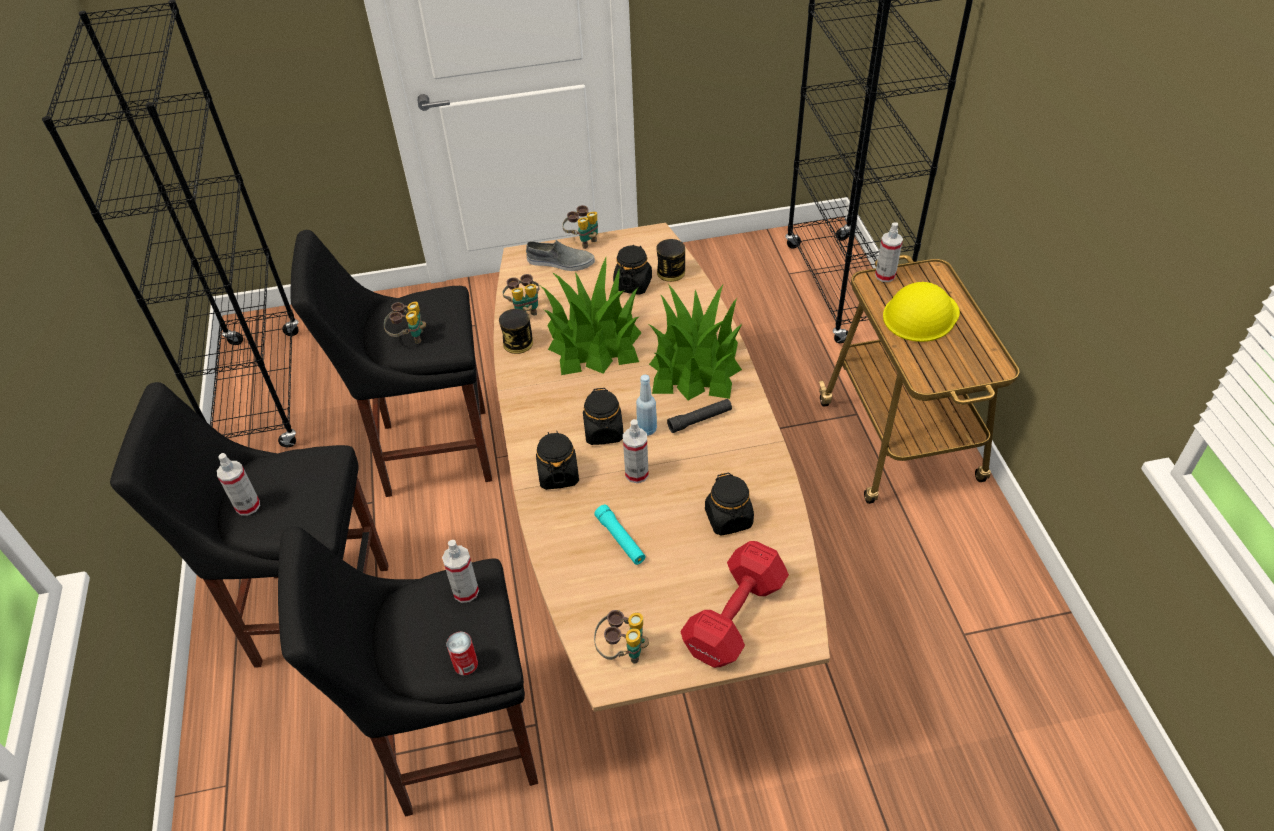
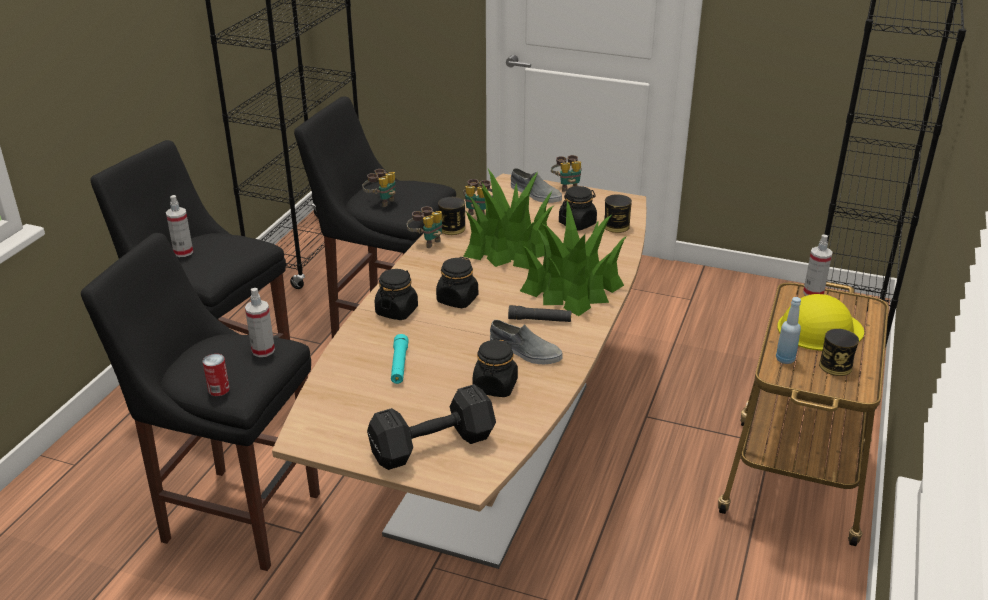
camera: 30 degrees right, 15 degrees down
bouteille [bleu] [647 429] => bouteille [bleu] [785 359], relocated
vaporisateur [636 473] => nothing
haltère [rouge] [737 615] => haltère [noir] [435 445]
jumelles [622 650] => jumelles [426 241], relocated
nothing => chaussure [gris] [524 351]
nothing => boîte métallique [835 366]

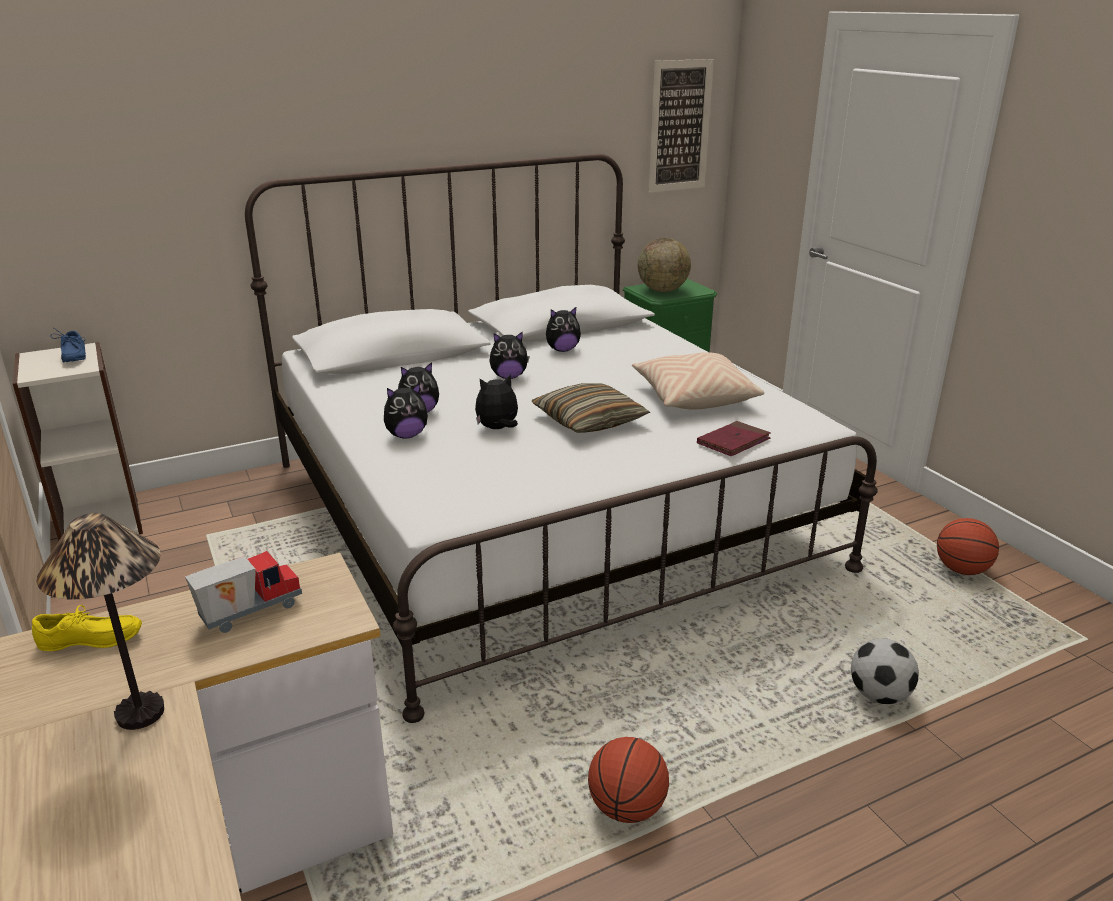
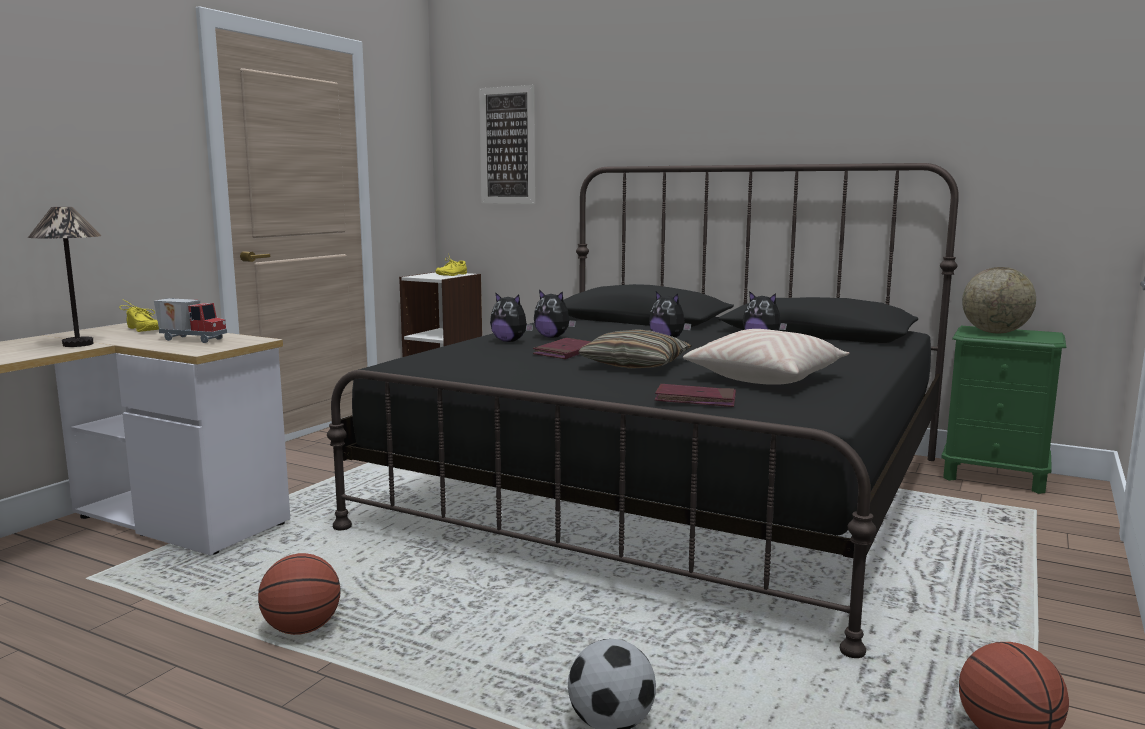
camera: 55 degrees right, 15 degrees down
tableau [679 126] => tableau [507 145], relocated
lit [blanc] [541 512] => lit [noir] [669 490]
chaussure [bleu] [72 357] => chaussure [jaune] [450 275]
peluche [498 429] => livre [rouge] [566 352]

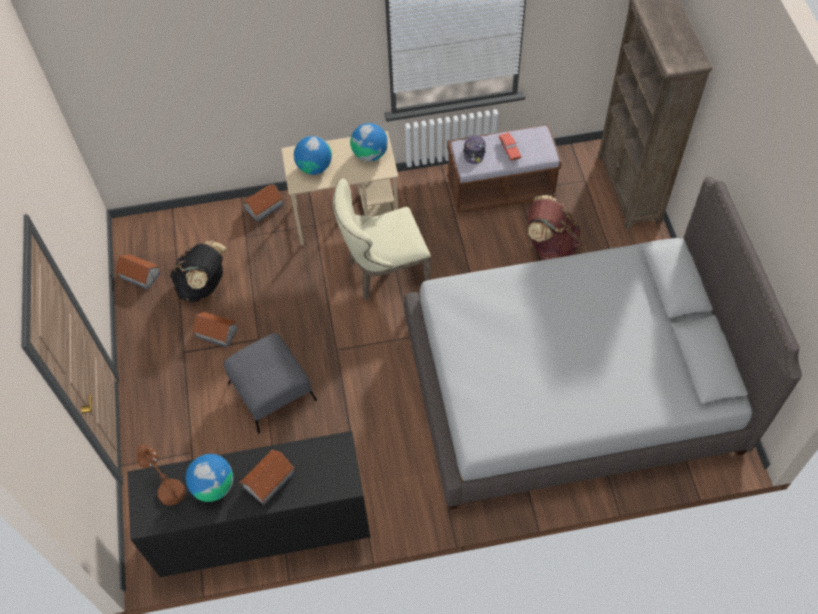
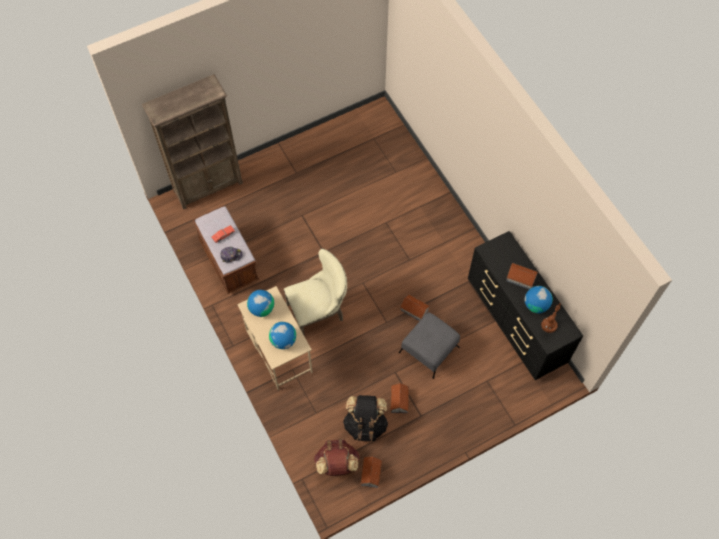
camera: 110 degrees left, 5 degrees up
lit [gris] [571 387] => nothing
chaise [beige] [383 273] => chaise [beige] [319 312], 75 degrees counterclockwise
maison miniature [263 207] => maison miniature [414 310], relocated
sac à dos [marron] [550 245] => sac à dos [marron] [337 464], relocated

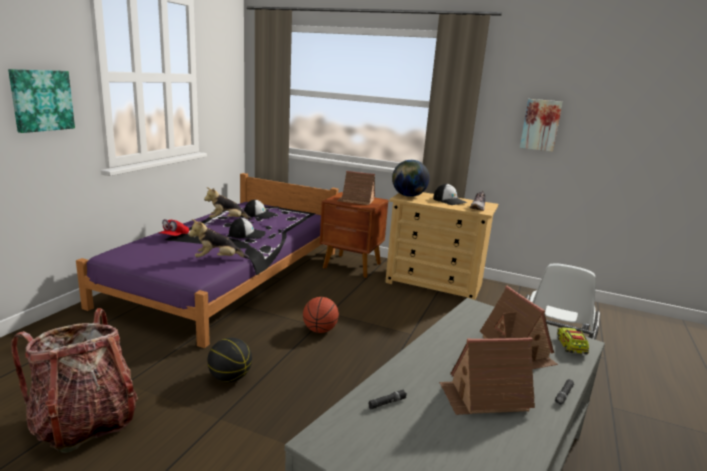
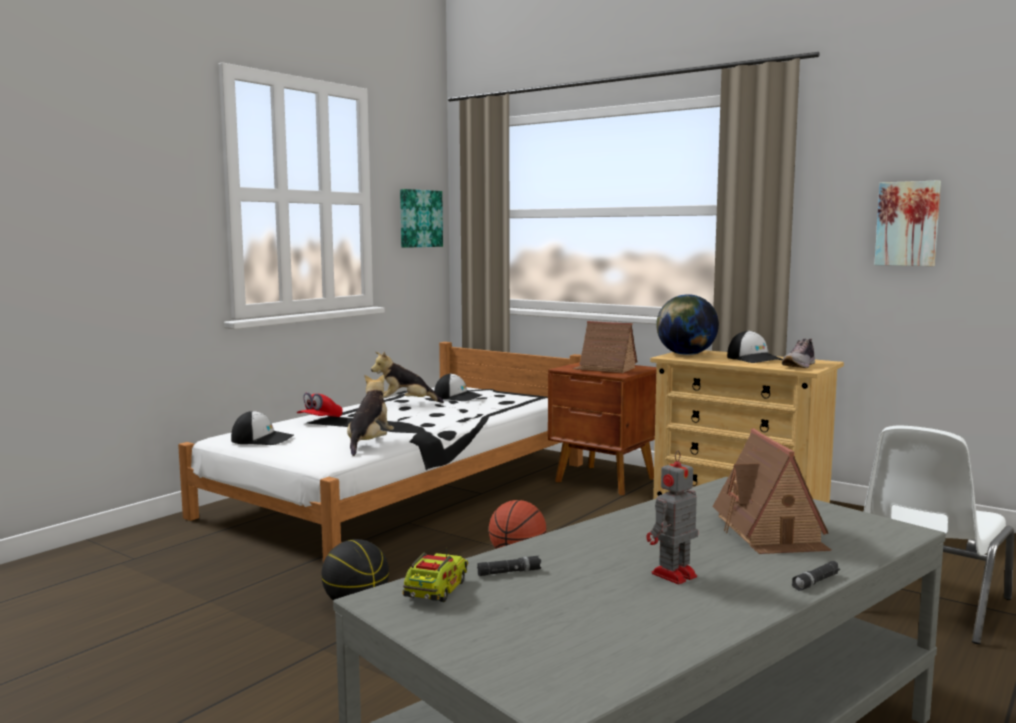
camera: 15 degrees right, 10 degrees down
tableau [41 100] => tableau [419 218], relocated
lit [violet] [229 277] => lit [blanc] [403 489]
casquette [247 234] => casquette [263 439], relocated
peluche [217 259] => peluche [369 444], 105 degrees clockwise
sac à dos [85 422] => nothing
camion jouet [571 346] => camion jouet [436 590], relocated
maison miniature [484 396] => robot jouet [672 575]

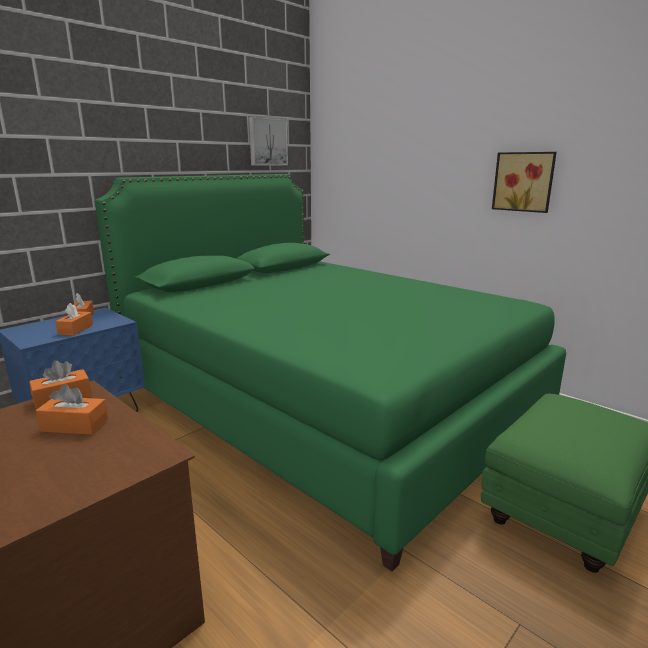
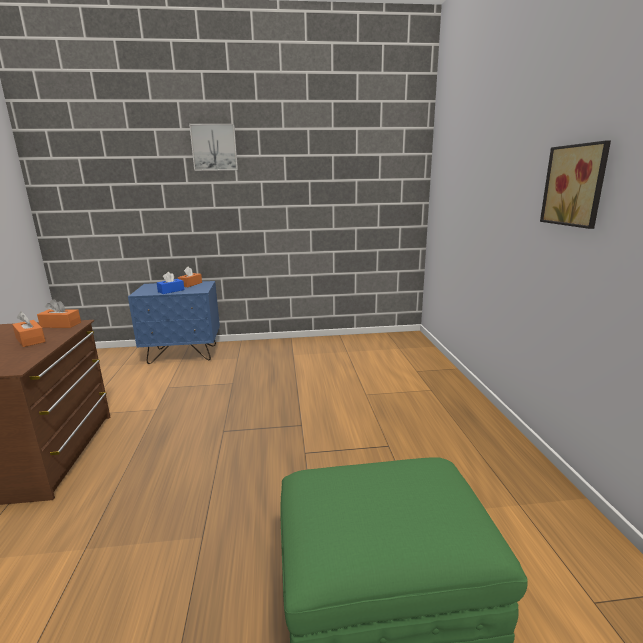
camera: 40 degrees right, 0 degrees up
tableau [267 142] => tableau [214 147], relocated
lit [vert] [325 403] => nothing
boîte à mouchoirs [orange] [75 329] => boîte à mouchoirs [bleu] [171 291]

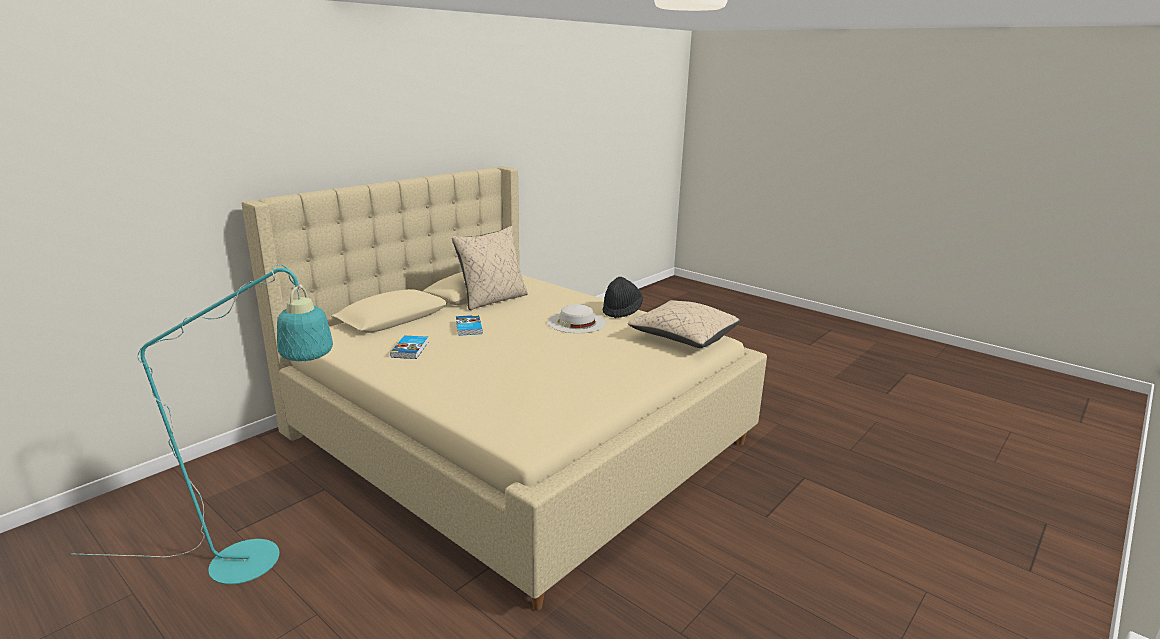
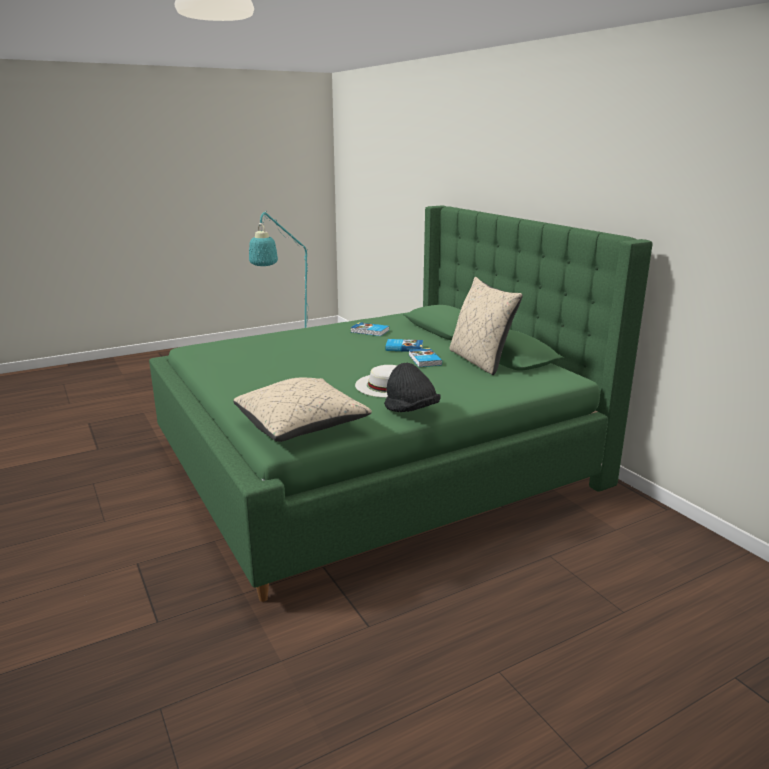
camera: 110 degrees right, 0 degrees up
lit [beige] [516 436] => lit [vert] [376 463]
nothing => livre [424 360]

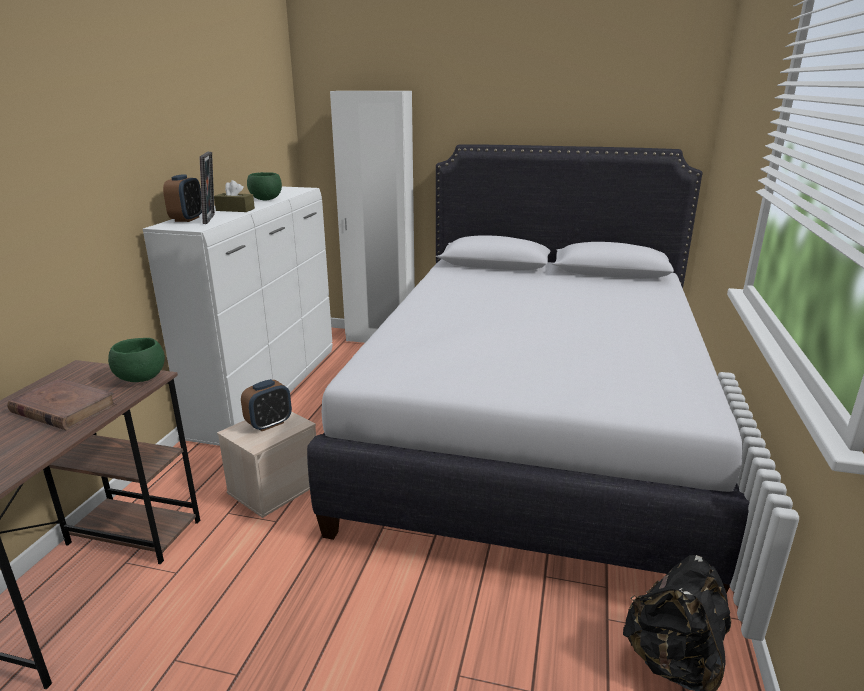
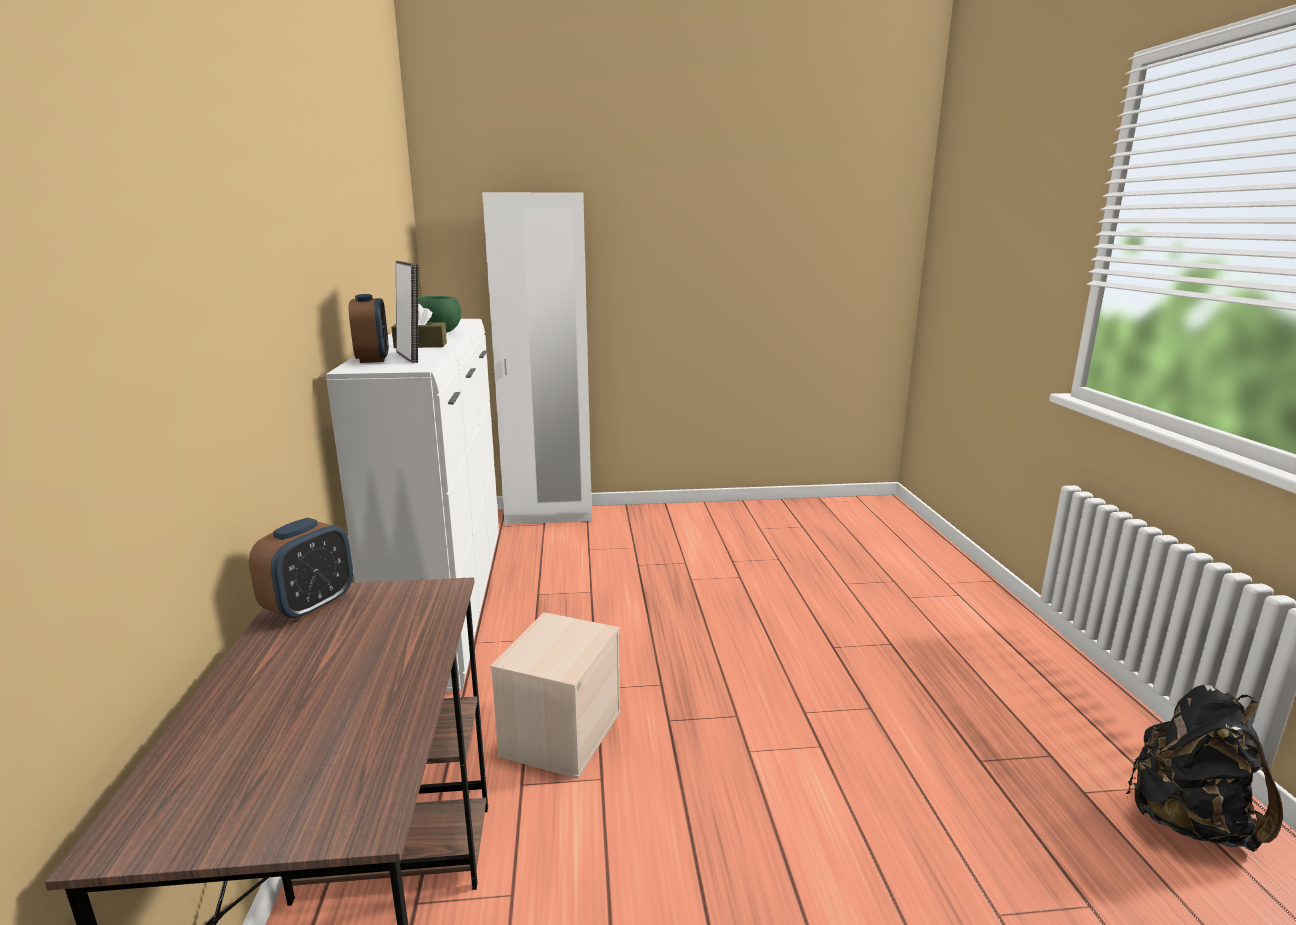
camera: 20 degrees left, 5 degrees down
lit [blanc] [532 428] => nothing
bol [vert] [141 378] => nothing
livre [marron] [63 408] => nothing
réveil [269 424] => réveil [310 606], relocated

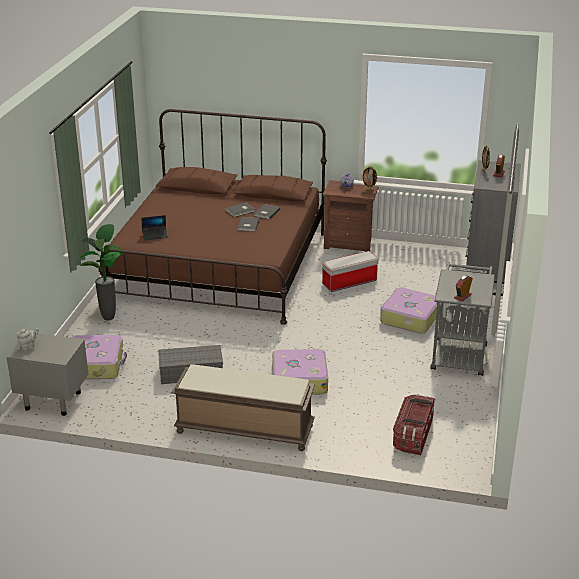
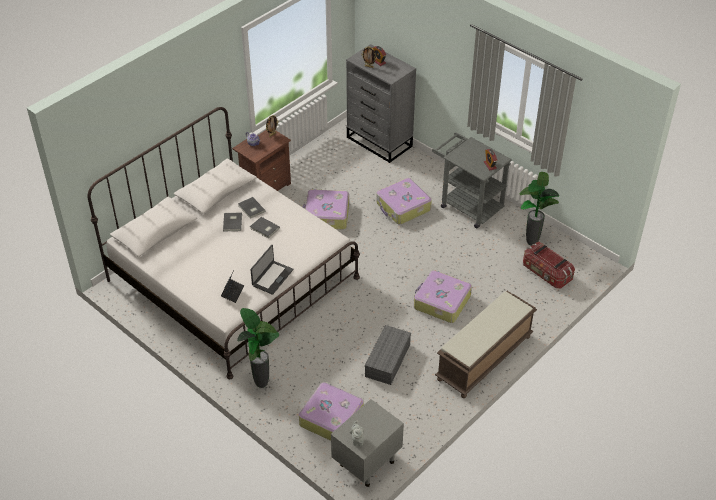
camera: 60 degrees left, 15 degrees up
lit [marron] [220 266] => lit [blanc] [232 279]
boîte de rangement [349 283] => valise [326 215]
nothing => plante en pot [530 243]
nothing => ordinateur portable [272 277]

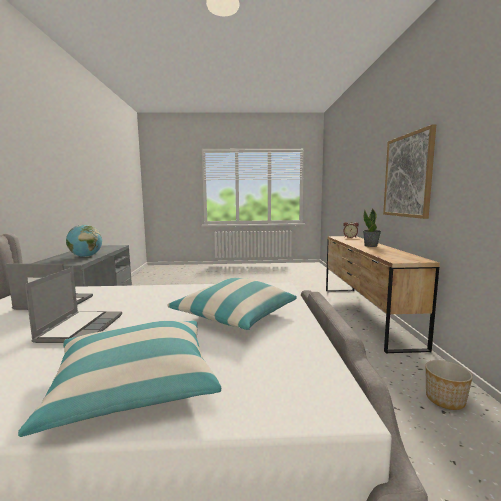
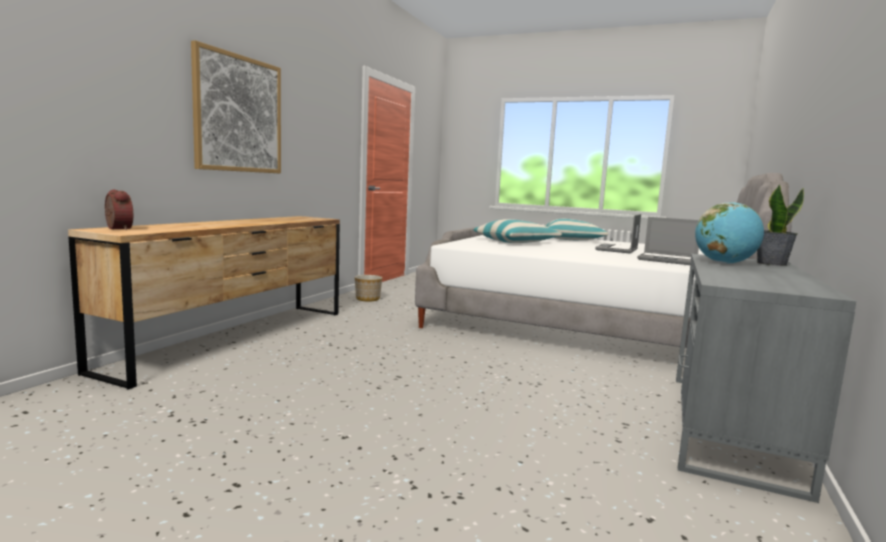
camera: 155 degrees left, 0 degrees up
plante en pot [371 246] => plante en pot [771 263], relocated

